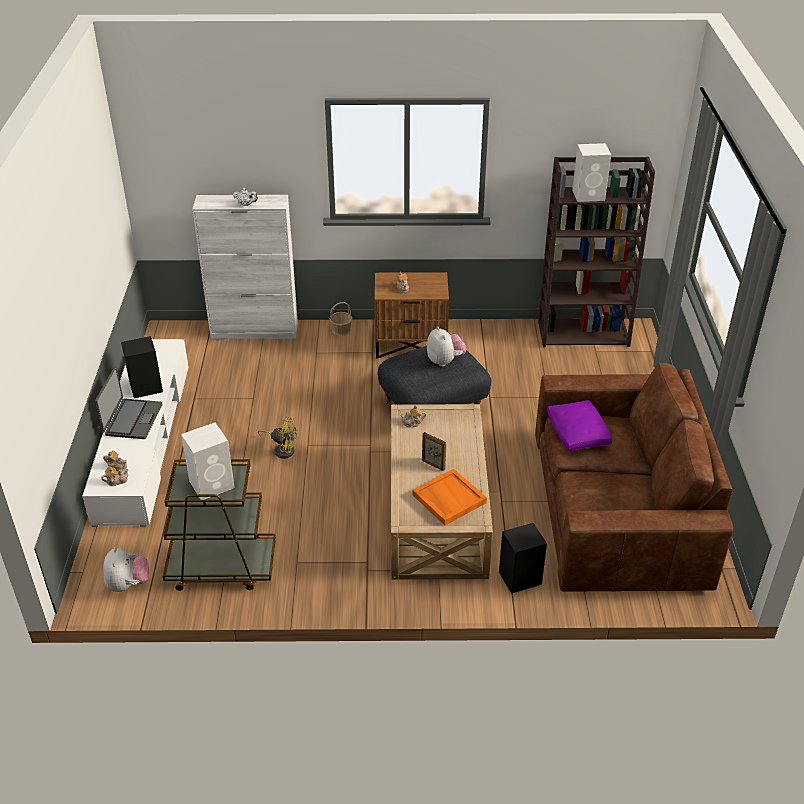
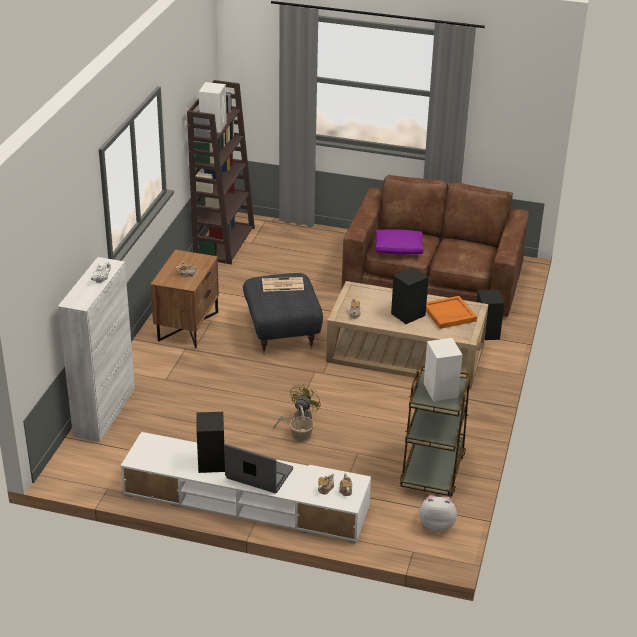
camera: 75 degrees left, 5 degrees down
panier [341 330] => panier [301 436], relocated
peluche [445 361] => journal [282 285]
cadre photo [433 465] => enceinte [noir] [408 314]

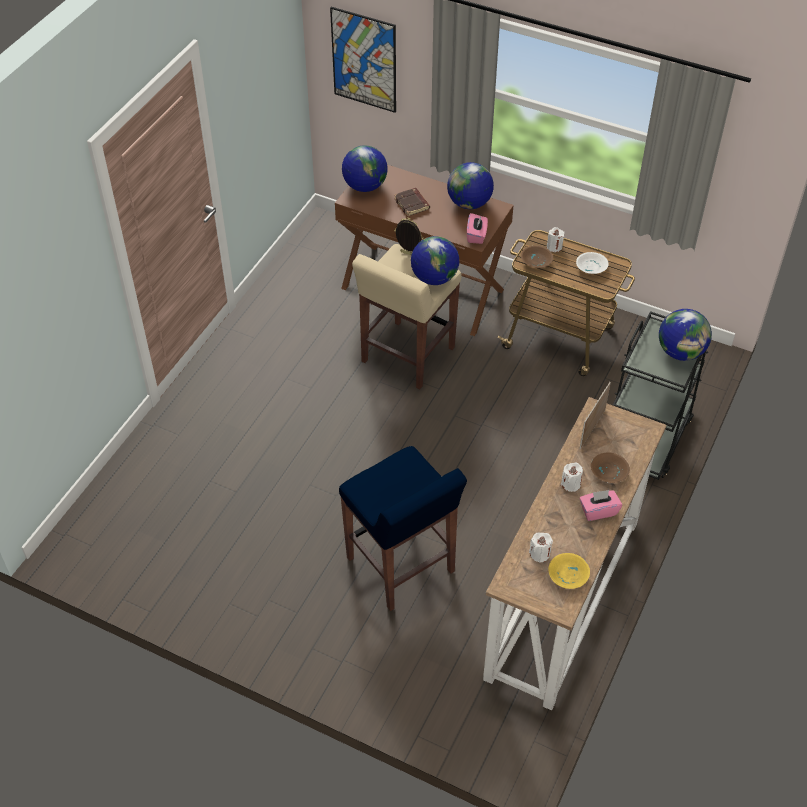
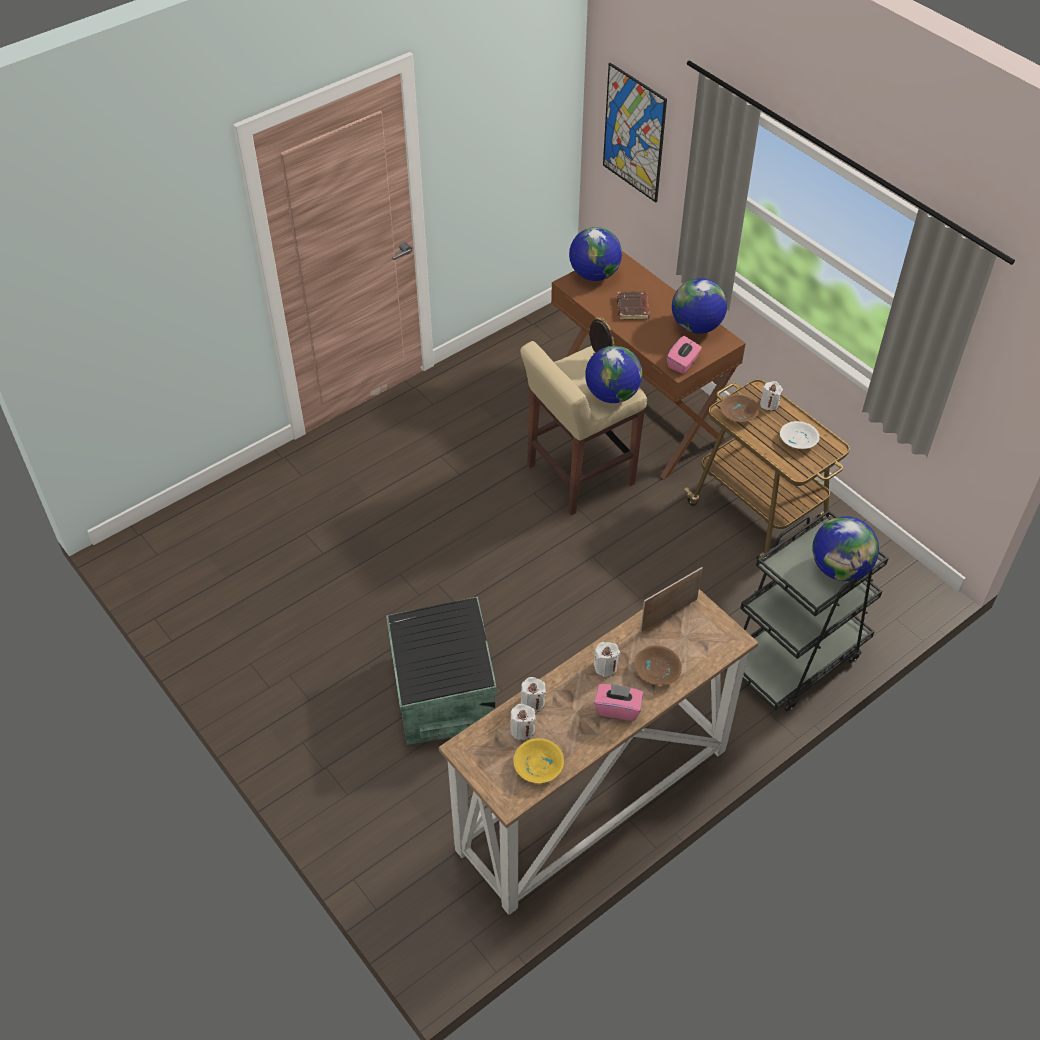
camera: 25 degrees right, 0 degrees up
tabouret [bleu] [401 566] => boîte de rangement [noir] [441 694]
nothing => bougie [blanc] [532 702]

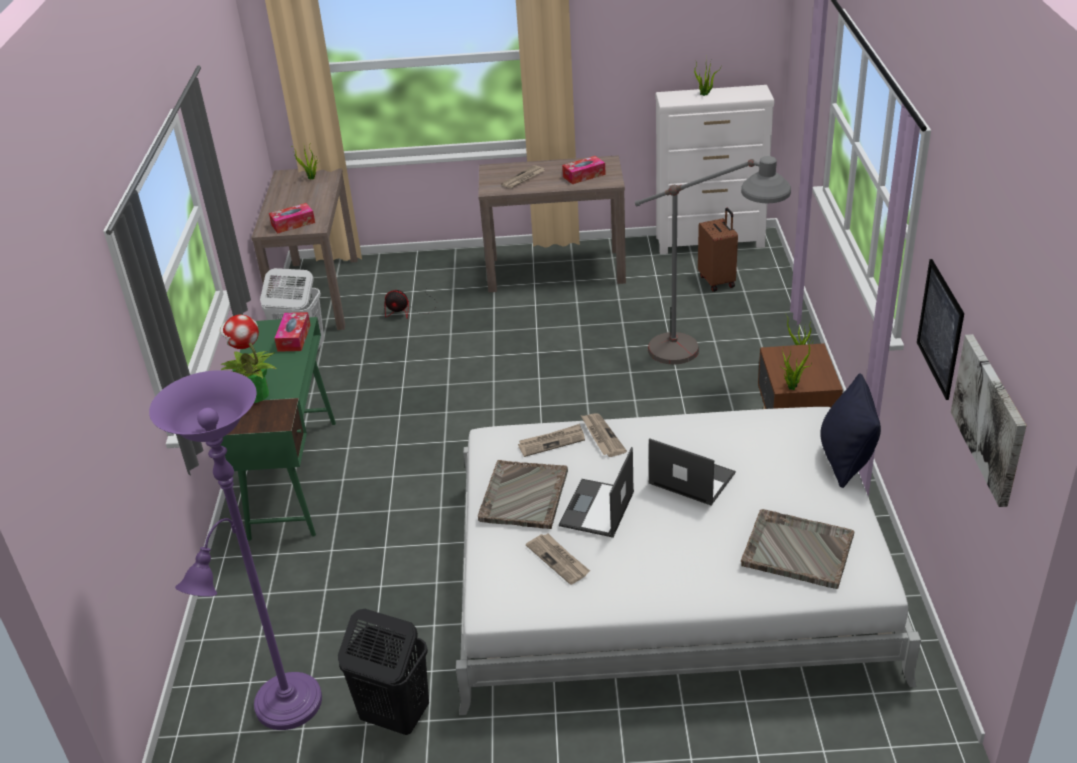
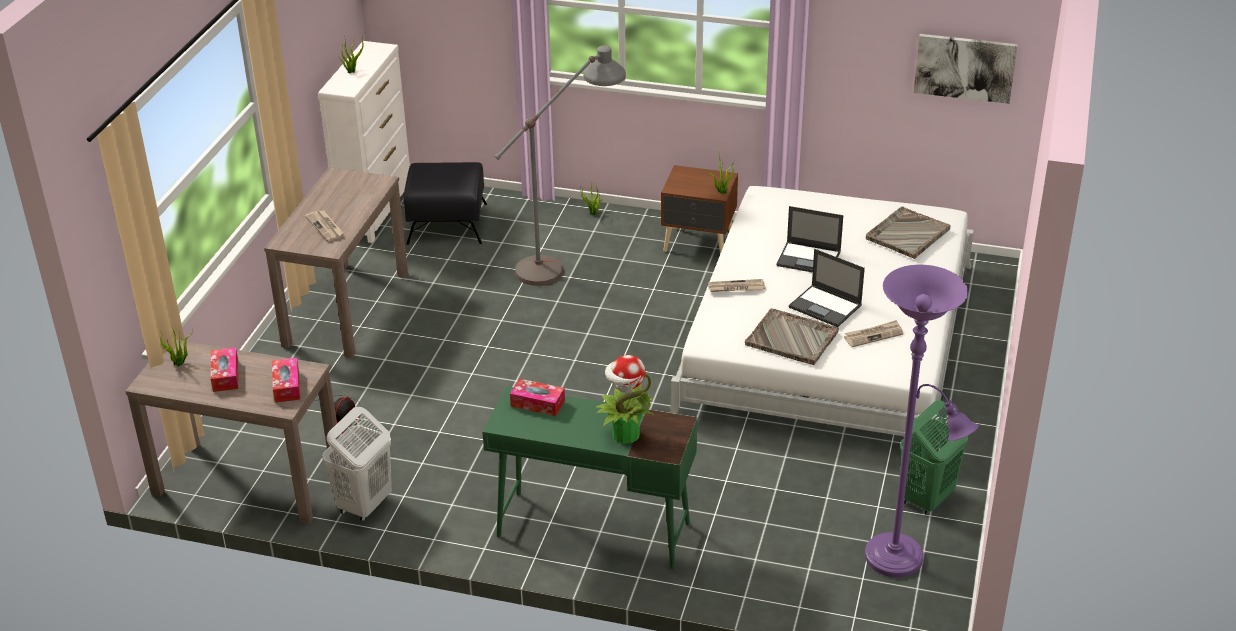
camera: 75 degrees left, 0 degrees up
boîte à mouchoirs [584 175] => boîte à mouchoirs [225 375], relocated
valise [marron] [717 281] => pouf [noir] [448 224]
tableau [940 328] => nothing
coussin [noir] [845 460] => nothing
journal [552 442] => nothing
ordinateur portable [690 478] => ordinateur portable [809 259], 120 degrees counterclockwise
panier à linge [noir] [394 716] => panier à linge [vert] [926 499]

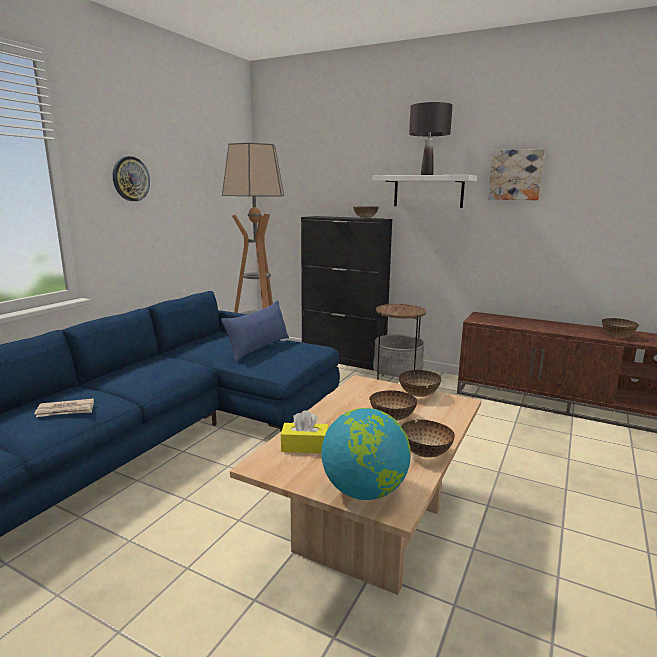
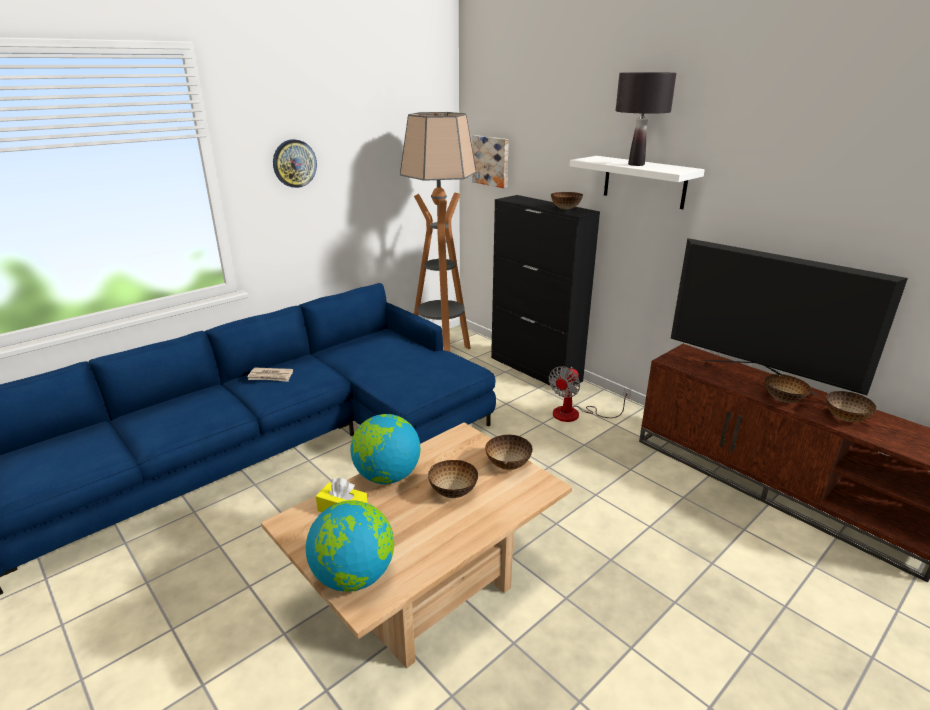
camera: 20 degrees right, 10 degrees up
tableau [516 175] => tableau [491 161], relocated
coussin [bleu] [258 348] => nothing
table d'appoint [397 383] => ventilateur [575 414]
journal [66 410] => journal [271 376], relocated
bol [426 453] => bol [783 400], relocated
nothing => téléviseur [757 376]
nothing => globe [387 476]

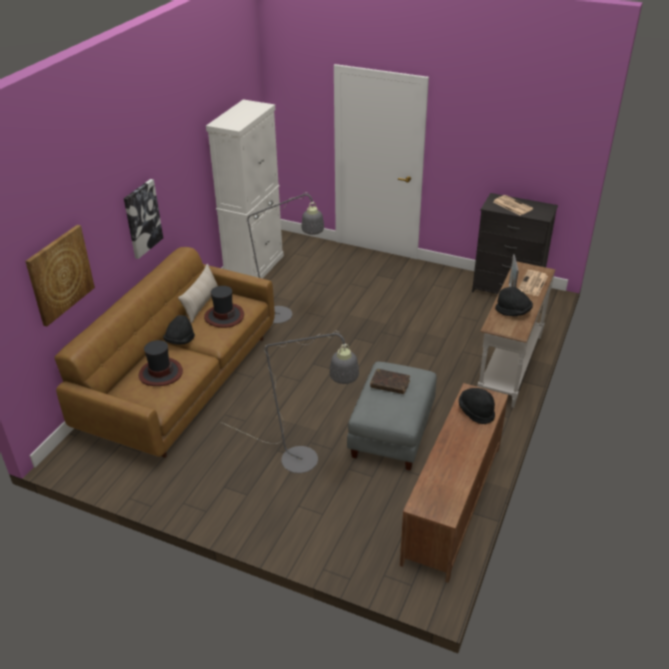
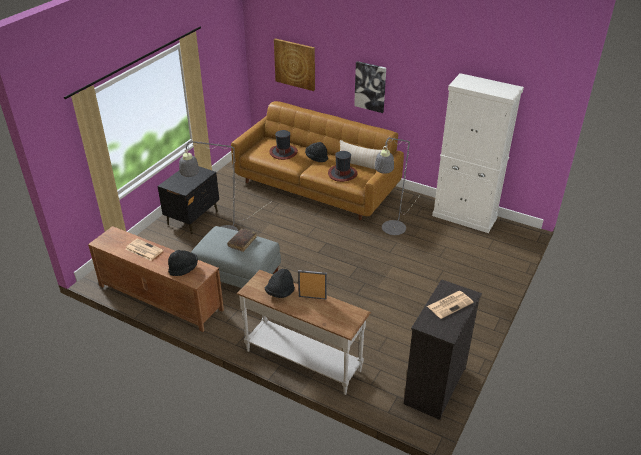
camera: 95 degrees right, 0 degrees up
journal [533 284] => journal [143 250], relocated
nothing => table de chevet [noir] [193 218]

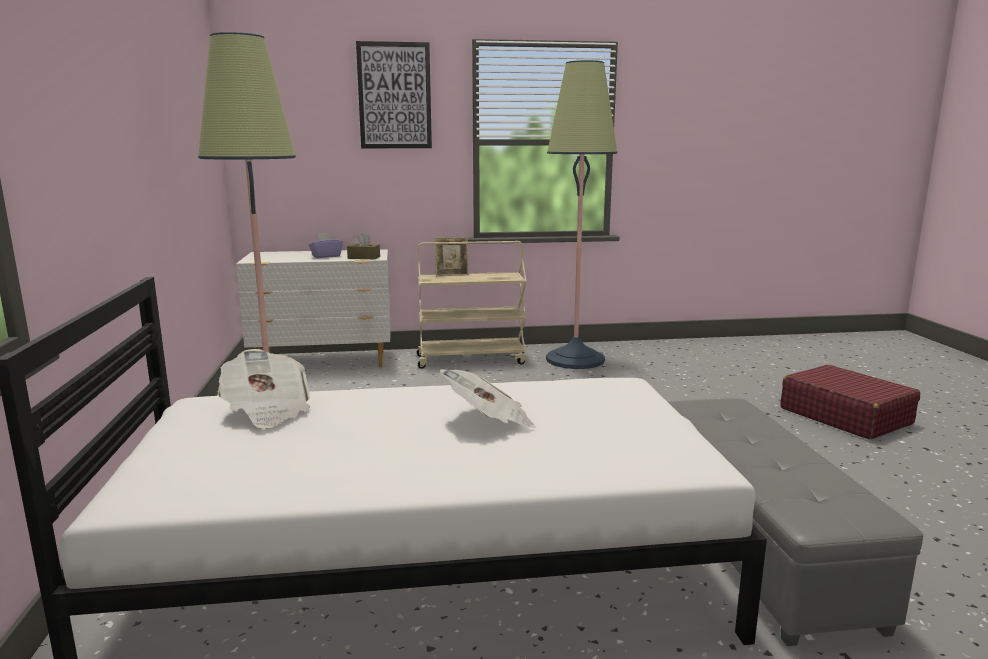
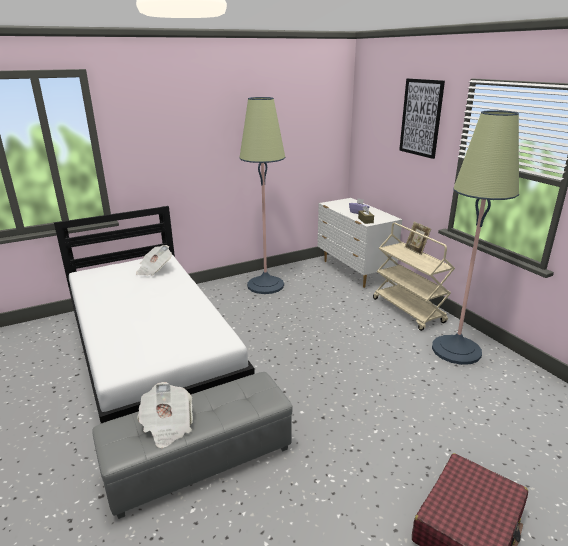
camera: 70 degrees right, 10 degrees up
journal [489 422] => journal [167 426], relocated

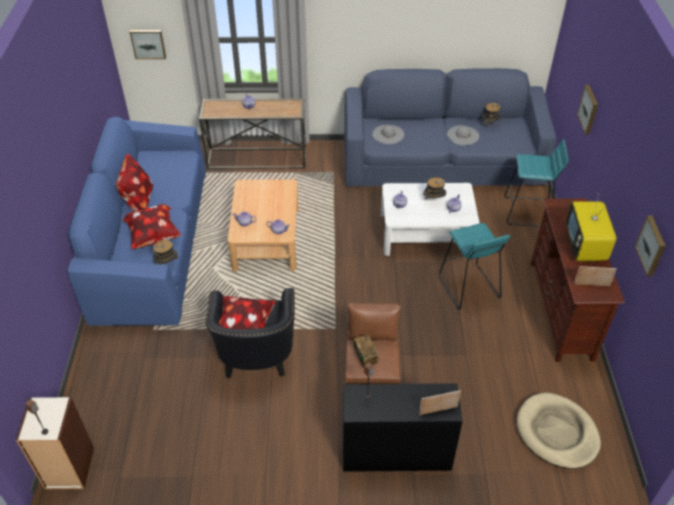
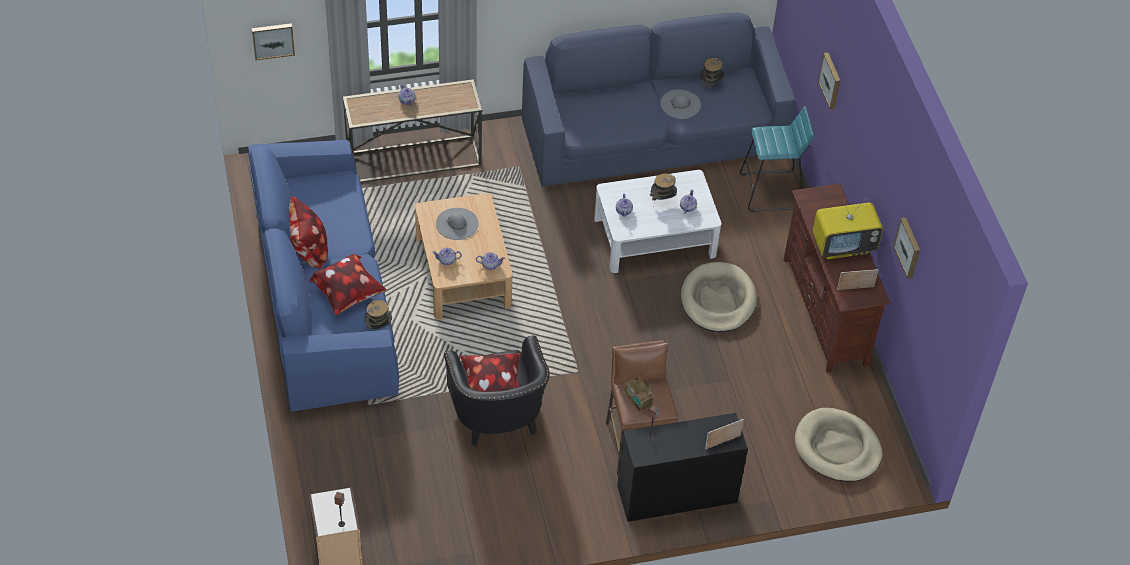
camera: 15 degrees left, 5 degrees up
chapeau [gris] [388 134] => chapeau [gris] [457 224], relocated
téléviseur [584 248] => téléviseur [843 246], 90 degrees counterclockwise
tabouret [turquoise] [468 288] => panier pour chien [beige] [718 300]

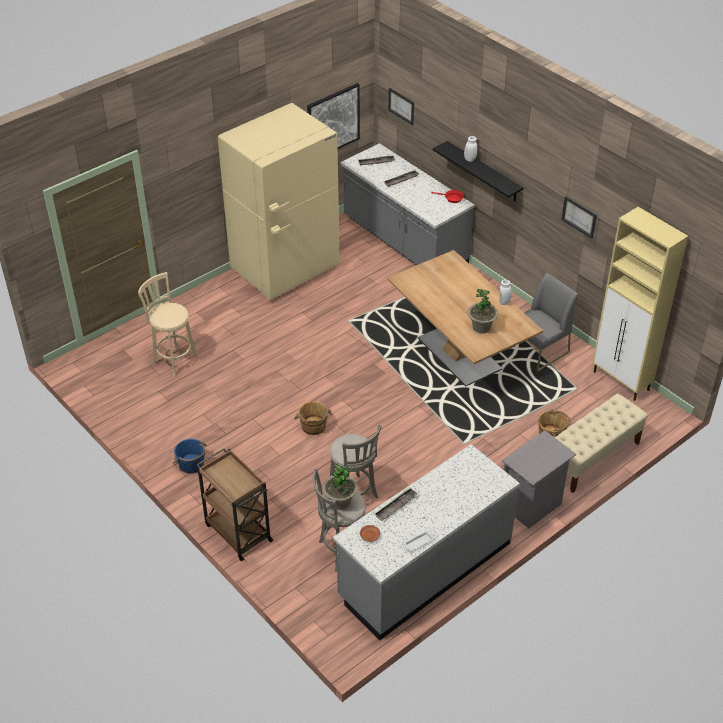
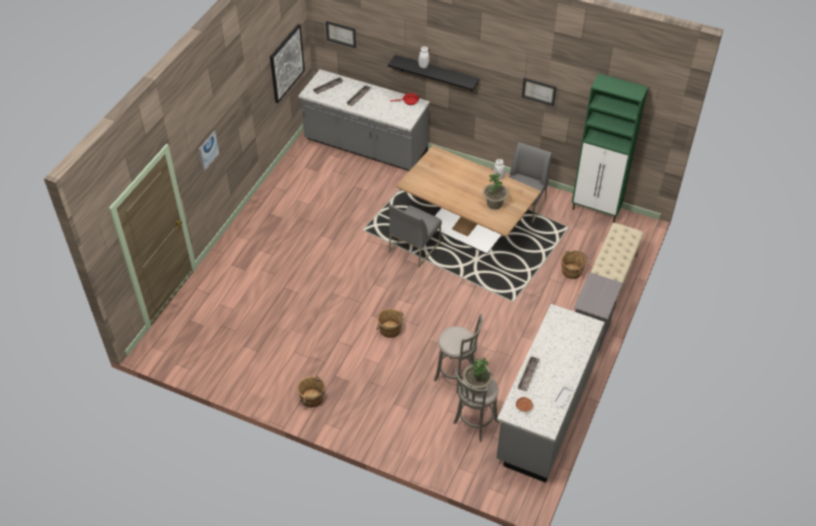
camera: 25 degrees left, 5 degrees up
réfrigérateur [beige] [285 269] => nothing
meuble de rangement [beige] [621 381] => meuble de rangement [vert] [596 210]
tabouret [beige] [173 359] => nothing
seau [bleu] [192 464] => seau [marron] [312 398]
chariot [marron] [237 532] => nothing
nothing => tableau [208 150]
nothing => chaise [gris] [414 247]

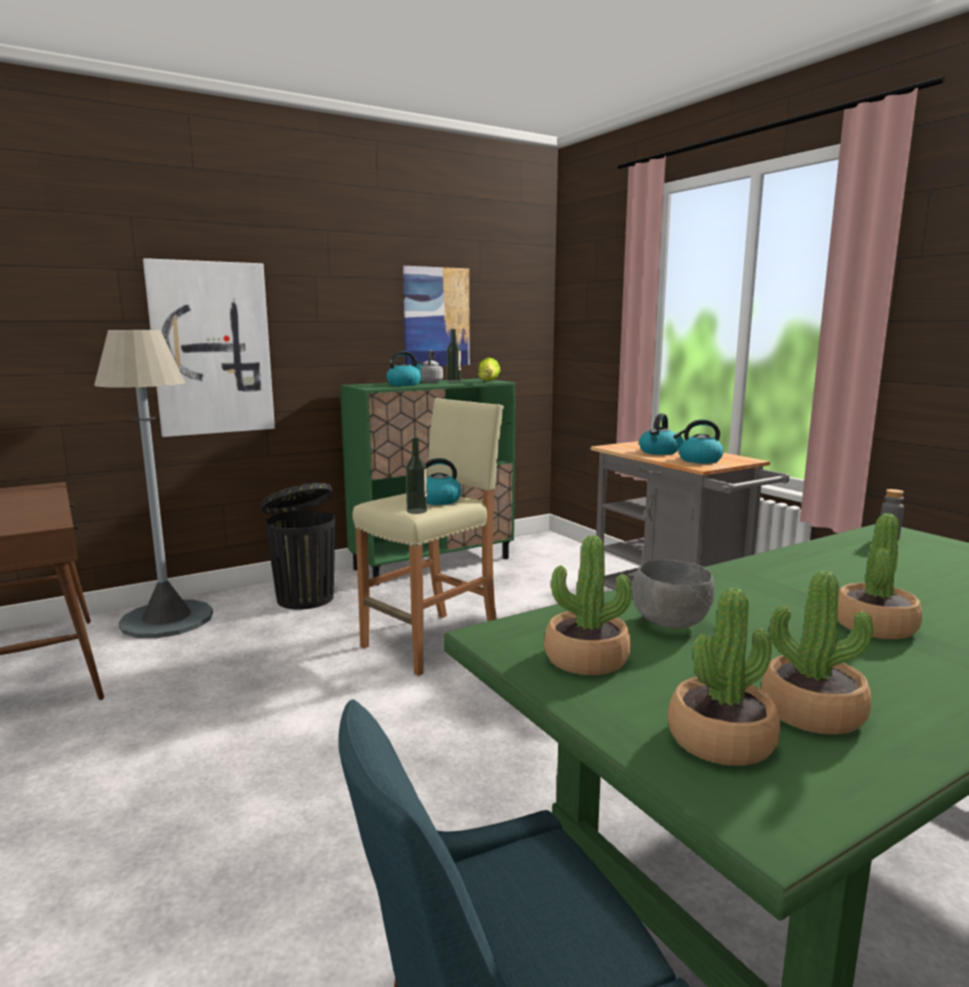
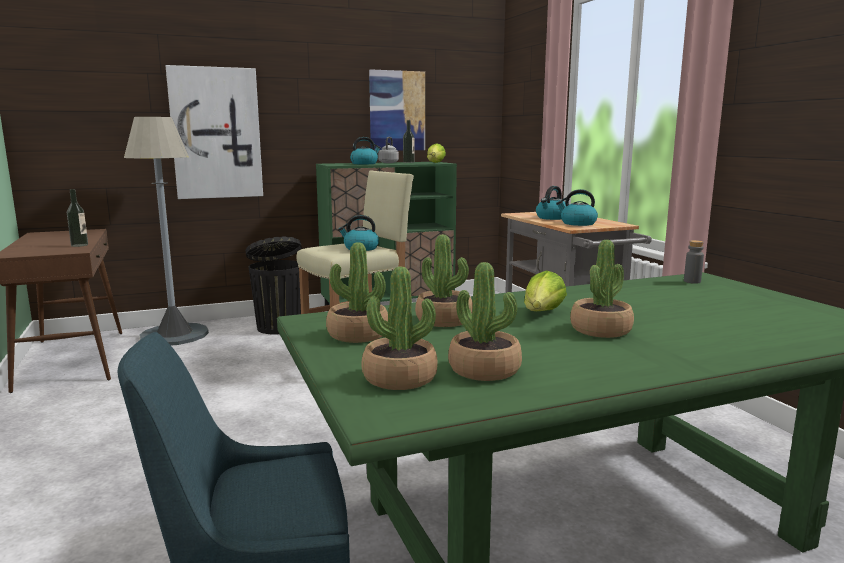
camera: 10 degrees right, 0 degrees up
bouteille [417 511] => bouteille [79 245], relocated
bol [gris] [671 623] => plante en pot [444 320]
nothing => laitue [542 314]

